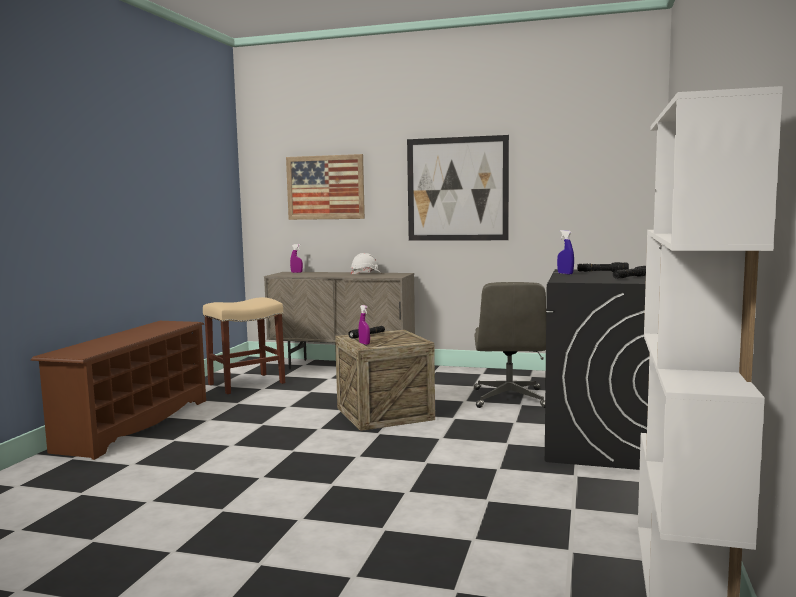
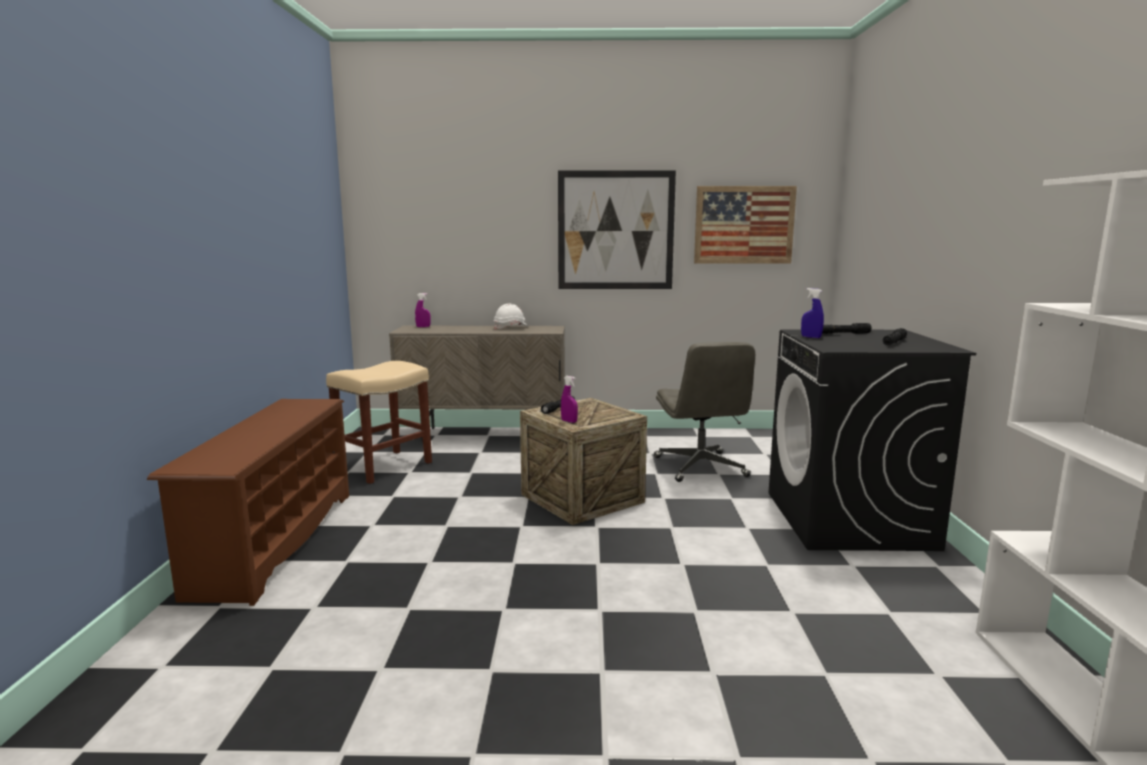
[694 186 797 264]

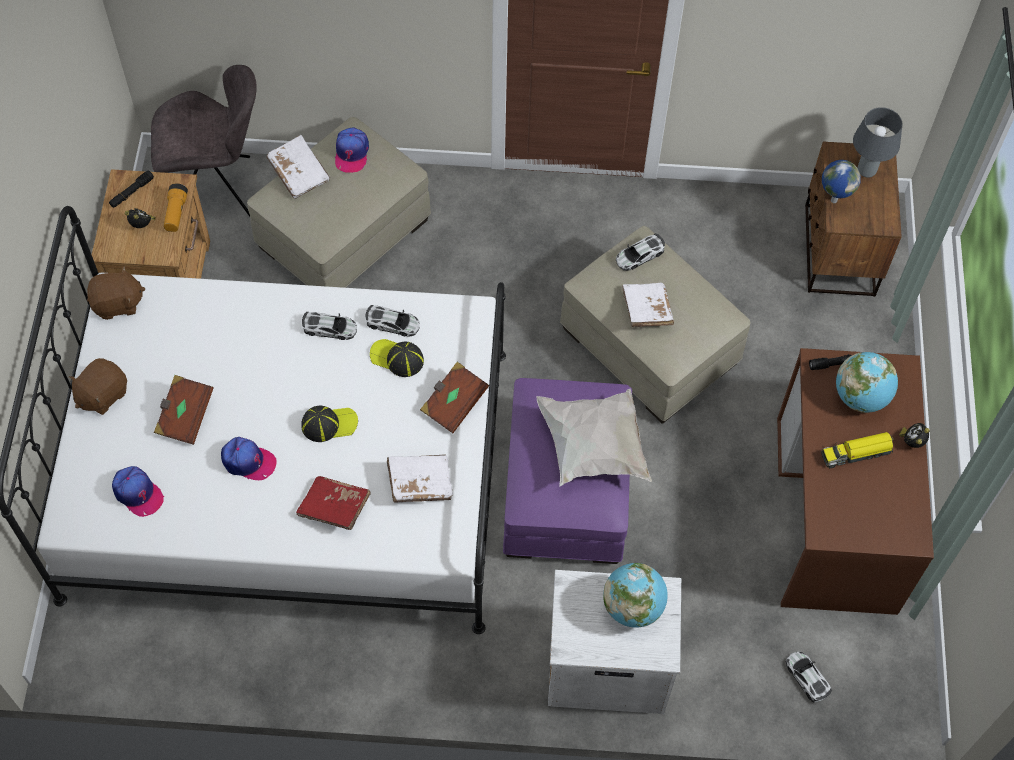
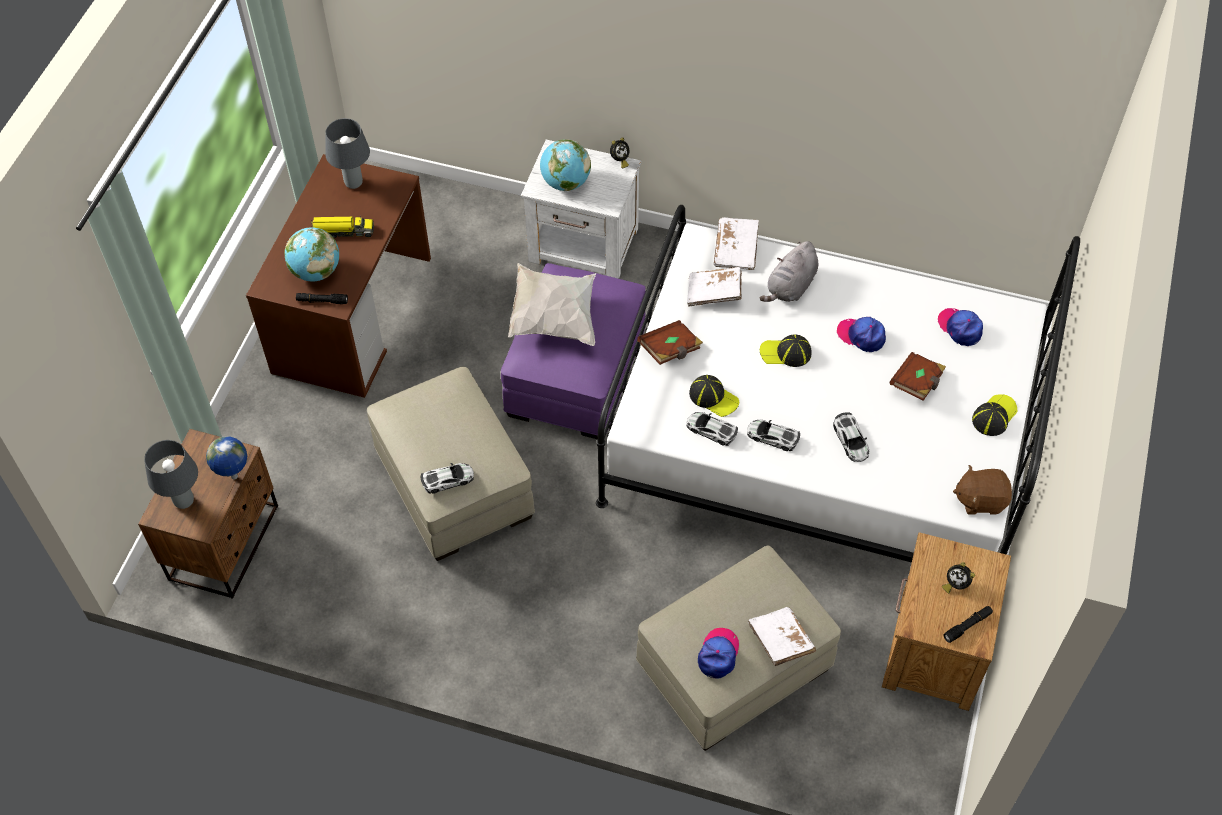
[151 65 257 217] (first image)
[164 183 188 232] (first image)
[714 217 759 270]
[972 394 1017 436]
[610 137 629 168]
[760 241 818 302]
[833 412 869 462]
[325 118 370 189]

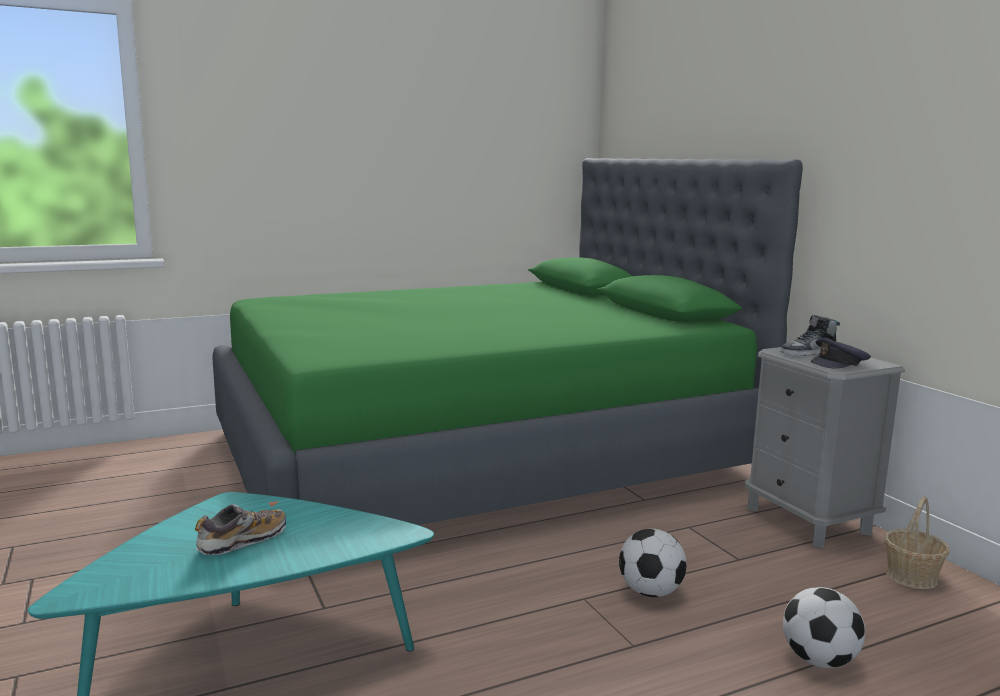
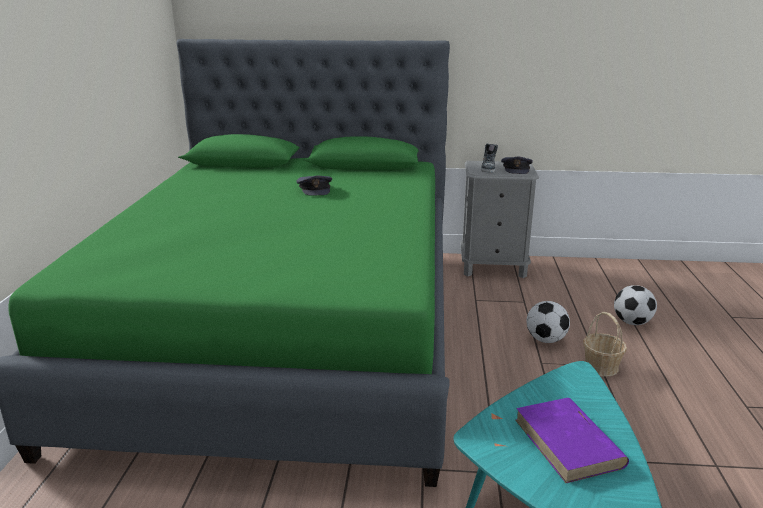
[583 312 627 377]
[515 398 629 483]
[297 175 332 196]

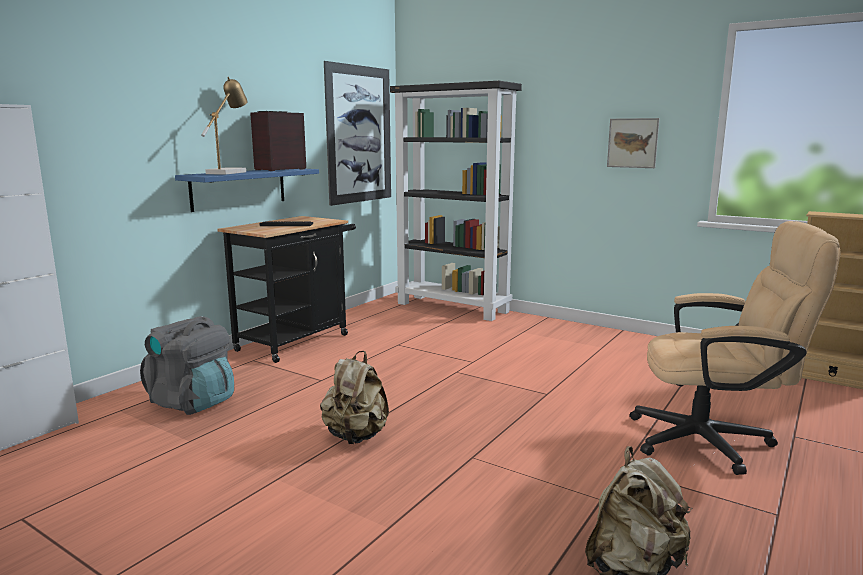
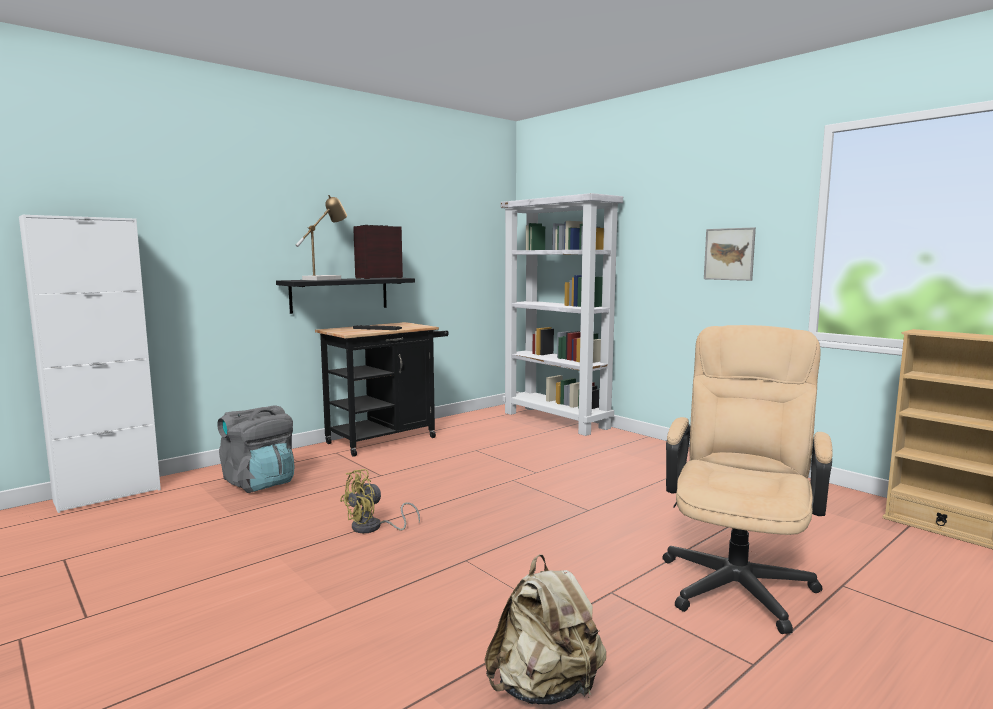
[324 61 391 206] (first image)
[501 193 623 436]
[276 278 415 314]
[662 325 833 634]
[340 469 420 533]

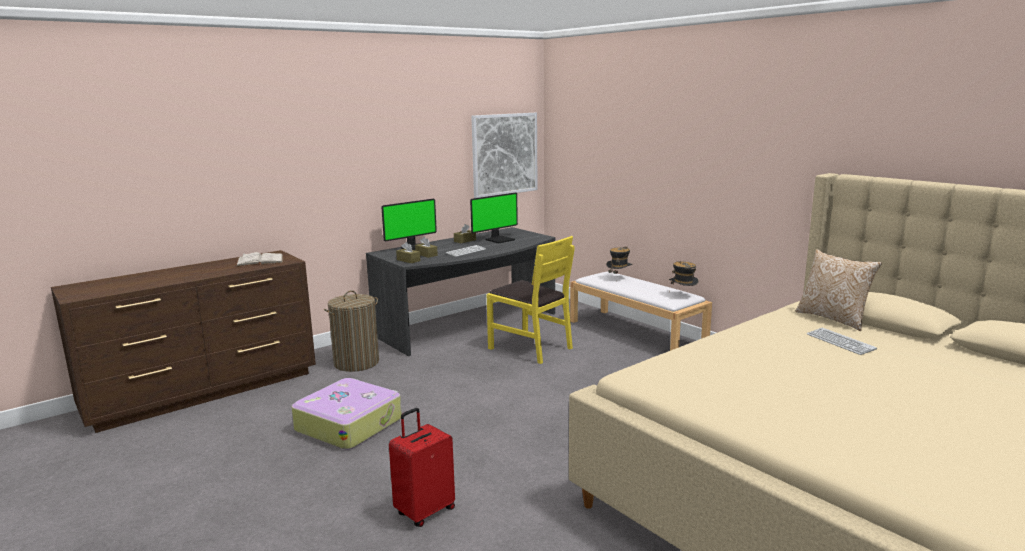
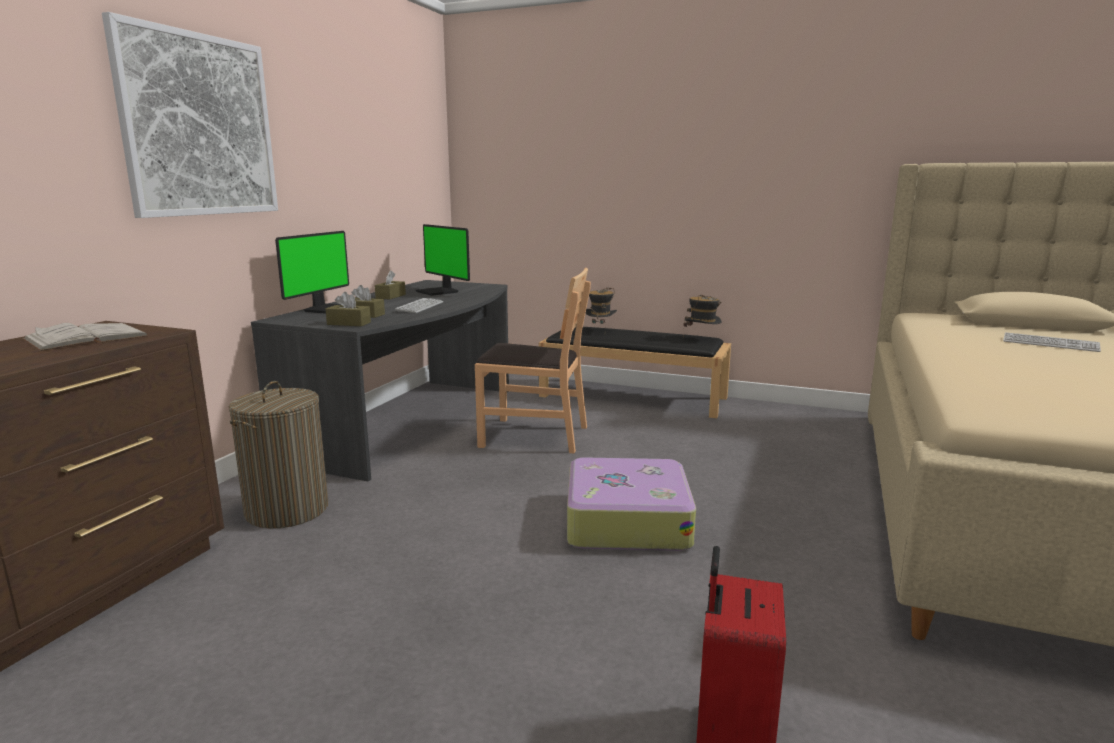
[102 12 278 218]
[416 224 470 296]
[475 268 591 454]
[796 249 882 331] (first image)
[539 327 731 418]
[567 457 696 551]

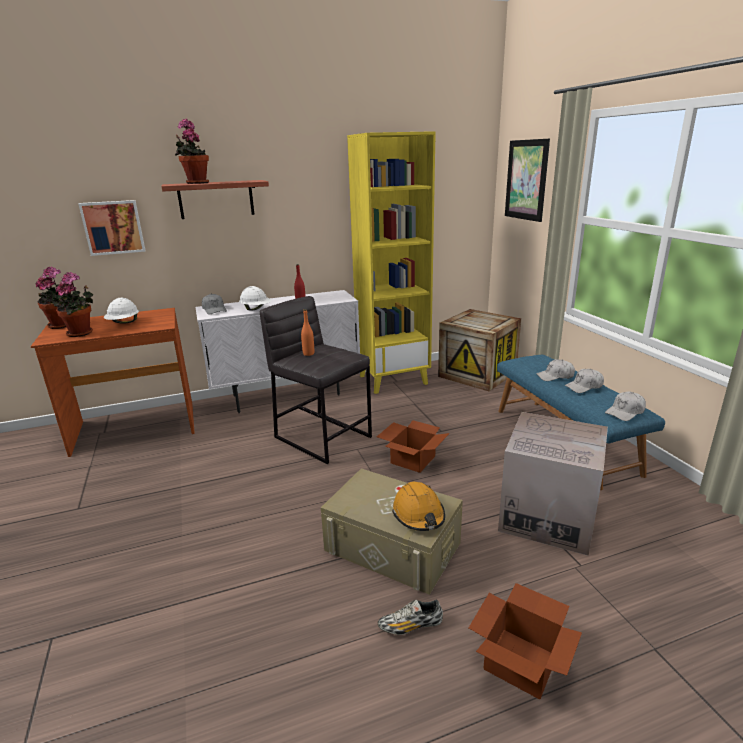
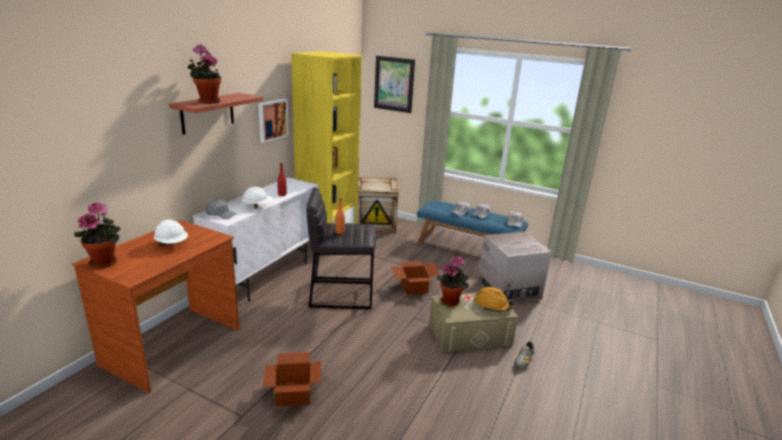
[258 99 289 143]
[437 255 469 307]
[263 352 321 407]

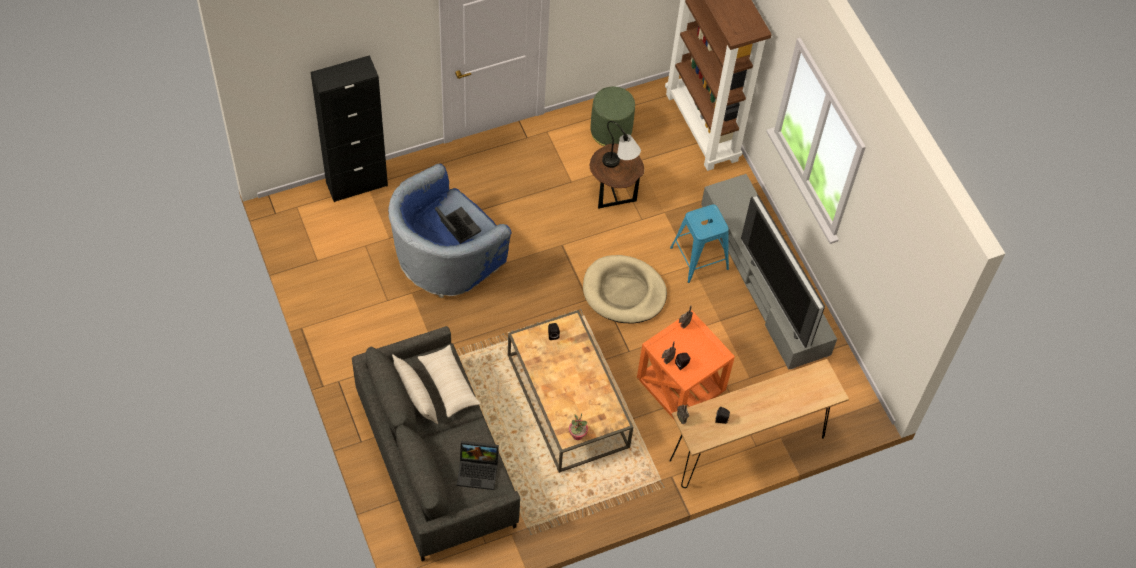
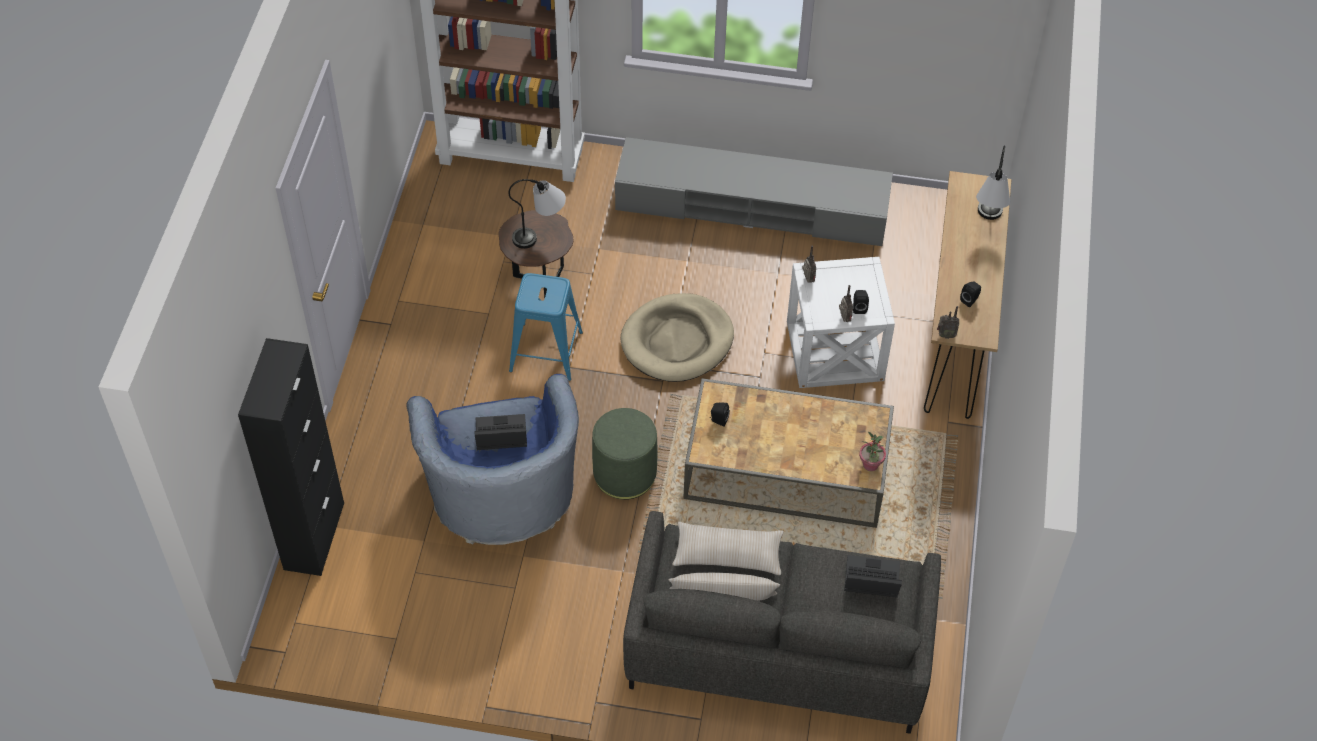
[592 408 657 500]
[741 195 825 348] (first image)
[509 273 583 381]
[787 257 895 388]
[844 555 902 597]
[976 145 1010 220]

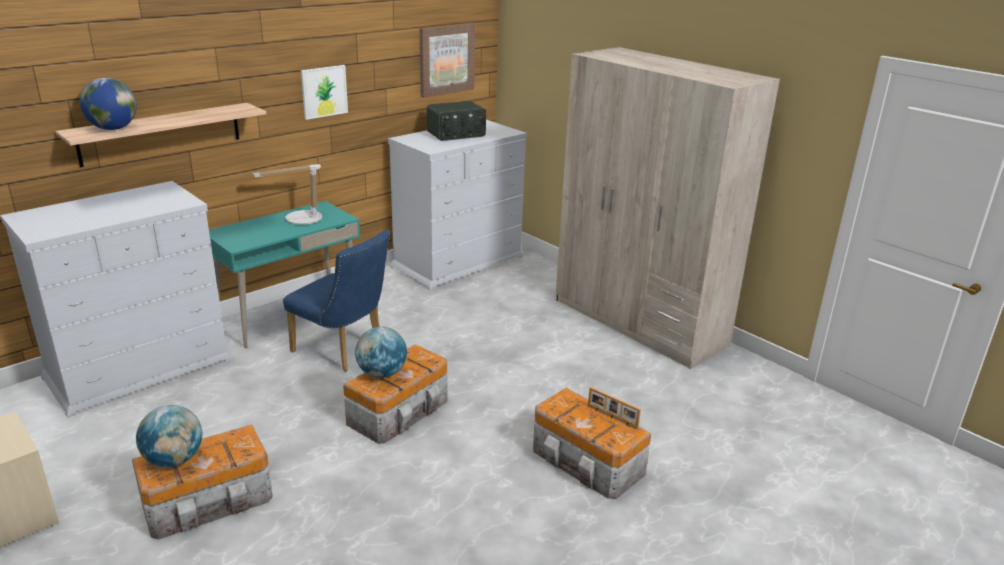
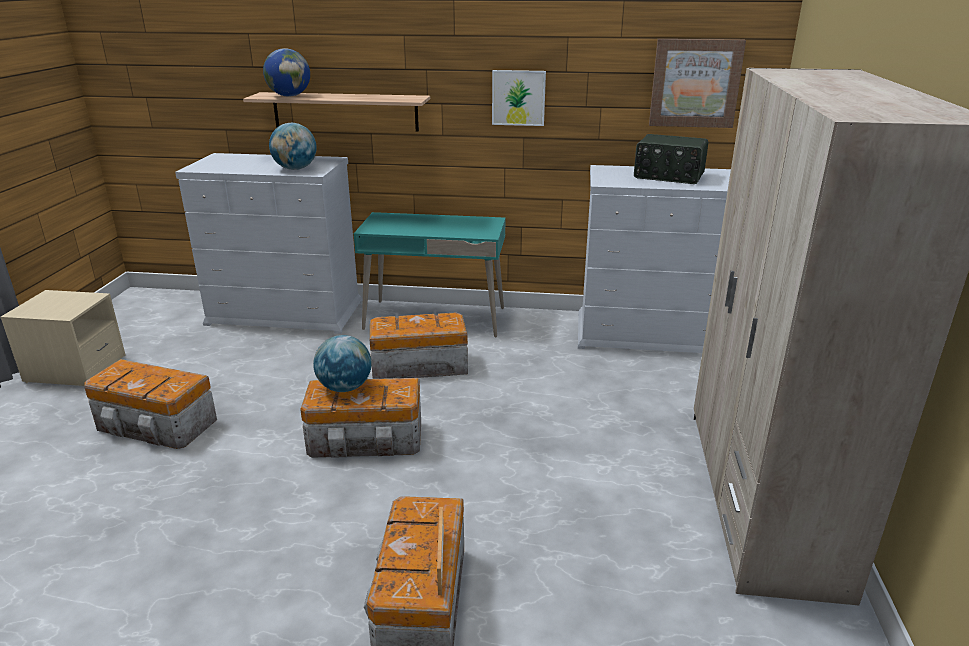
[251 164 322 225] (first image)
[370 312 468 379]
[269 123 317 170]

